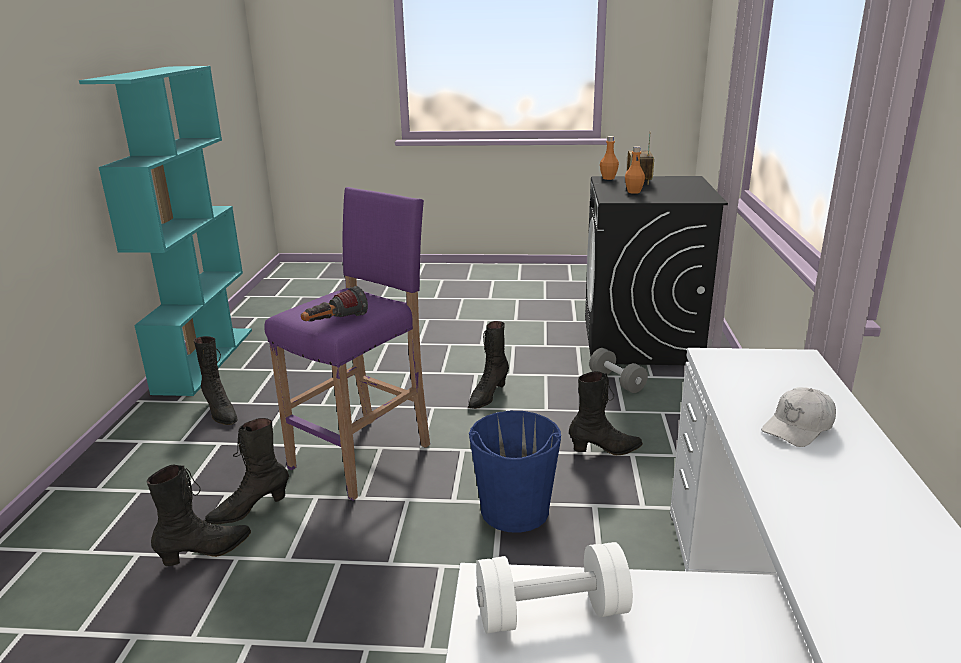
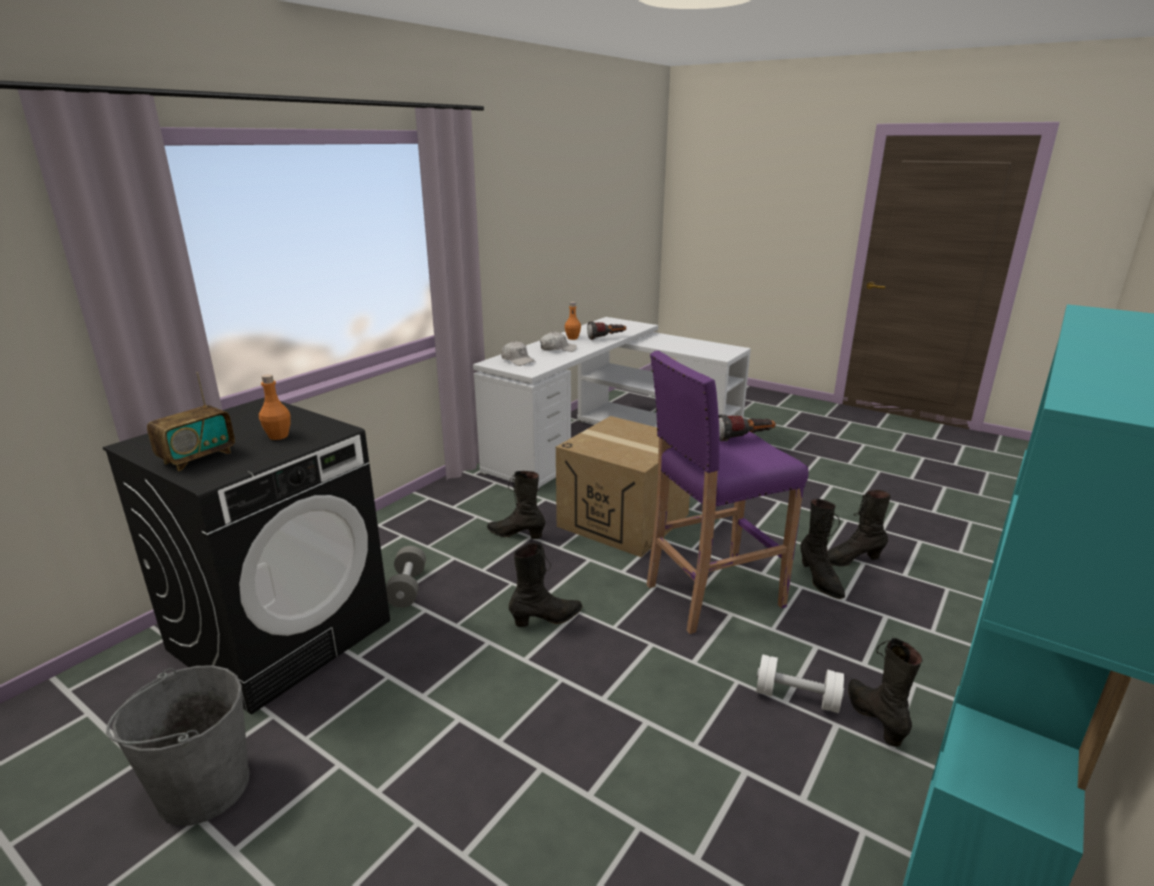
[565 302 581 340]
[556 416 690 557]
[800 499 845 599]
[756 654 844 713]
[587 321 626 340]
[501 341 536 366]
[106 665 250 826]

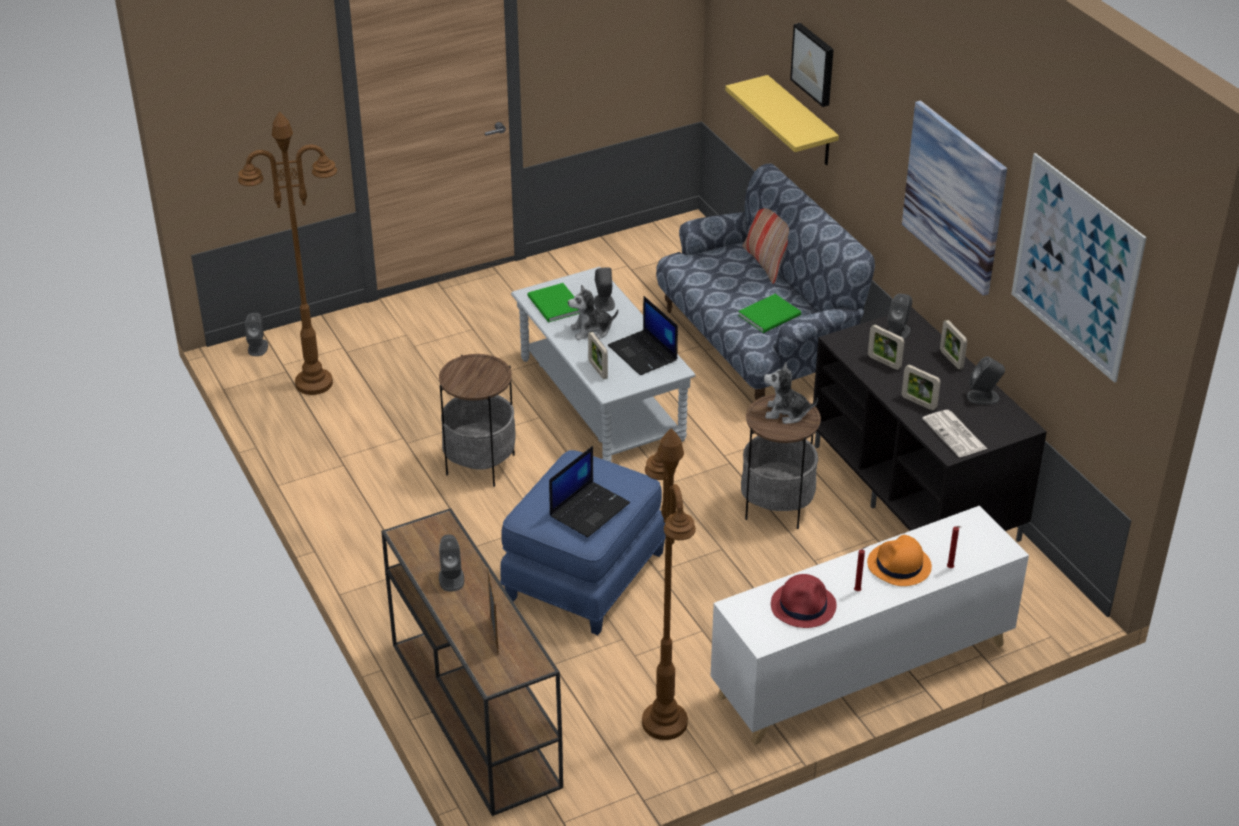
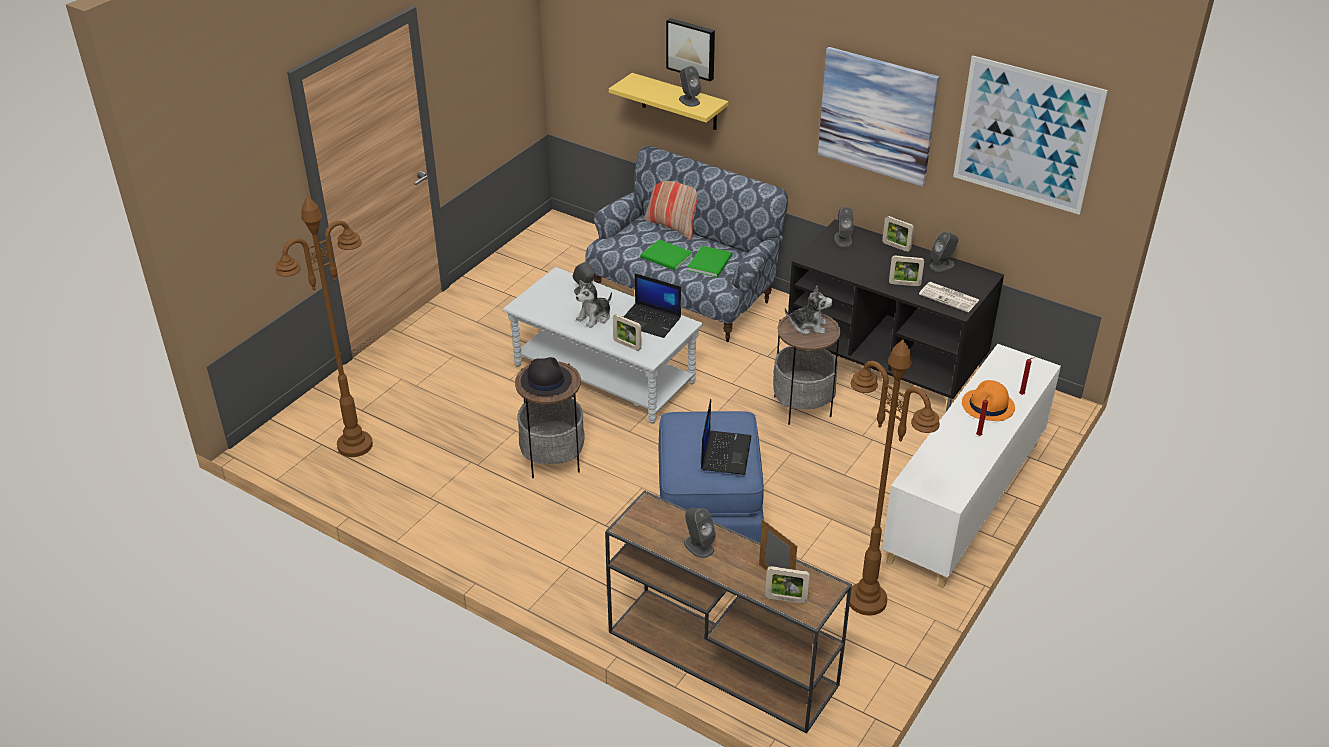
[641 240 693 270]
[679 66 701 107]
[765 566 810 604]
[785 285 832 335]
[771 574 837 628] (first image)
[520 357 572 396]

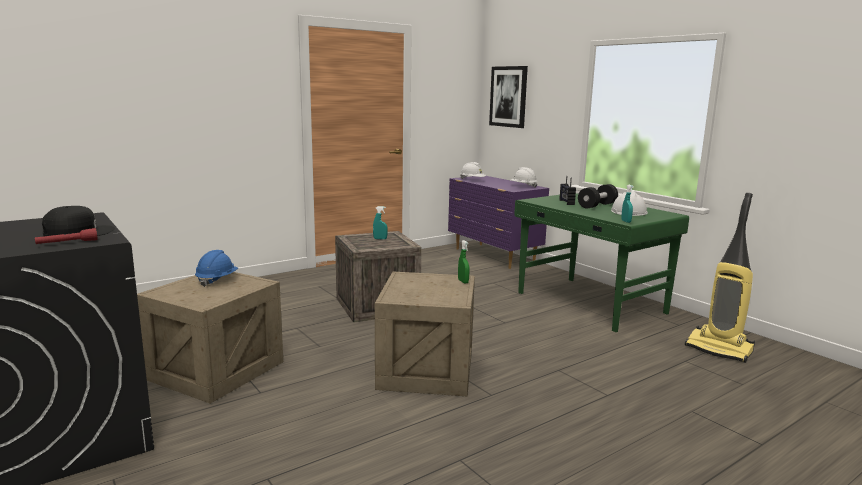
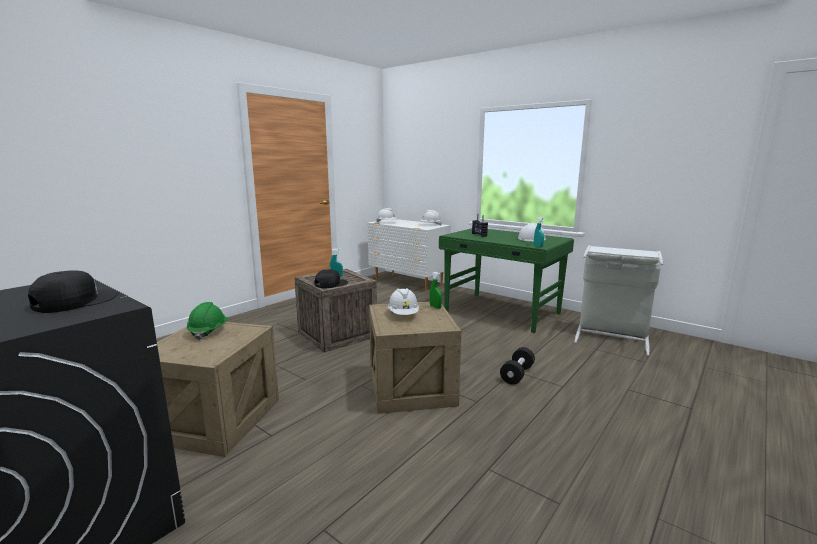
[489 66 528 128] (first image)
[367 219 451 291]
[500 347 535 385]
[574 245 664 356]
[35 228 97 244] (first image)
[187 302 228 340]
[315 270 348 288]
[388 288 419 315]

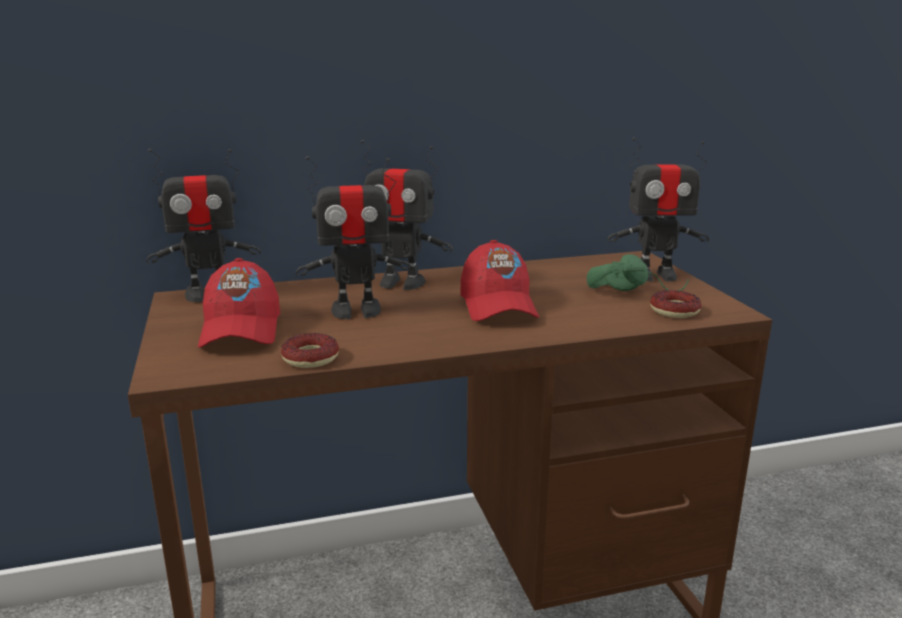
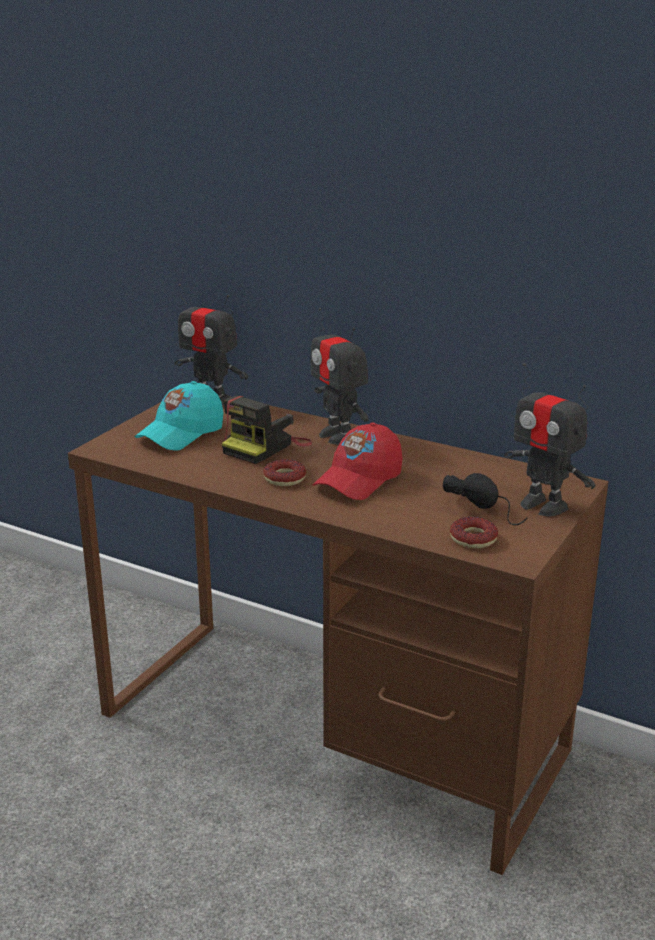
[222 396 312 464]
[443 473 528 525]
[135 381 224 451]
[263 459 306 486]

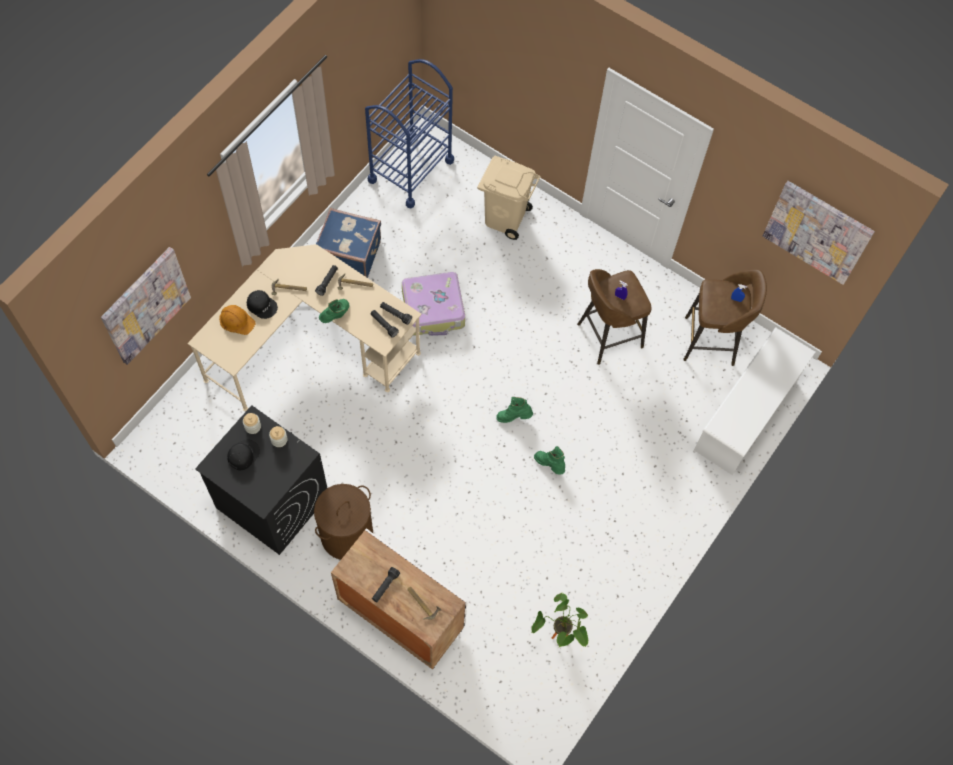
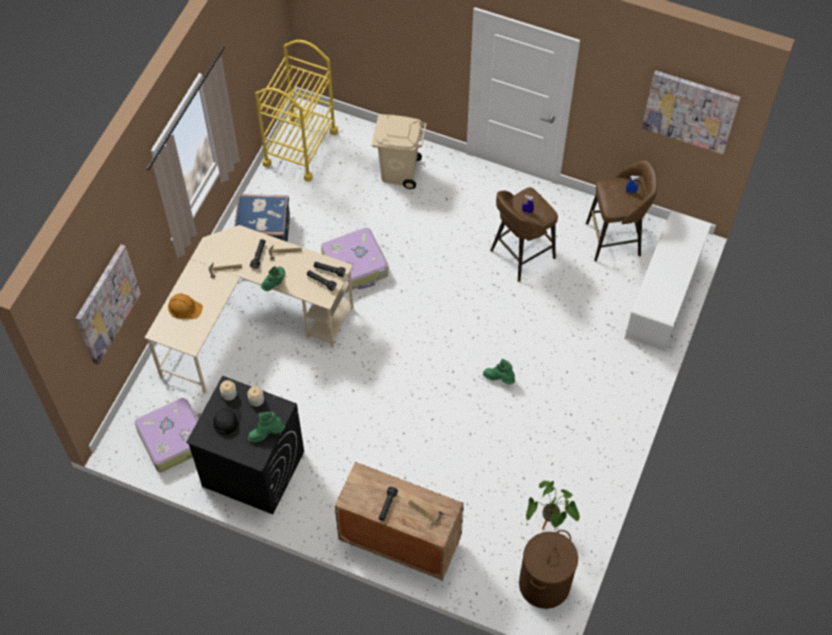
[255 40 338 182]
[247 290 278 319] (first image)
[248 412 285 442]
[519 530 578 609]
[134 398 201 472]

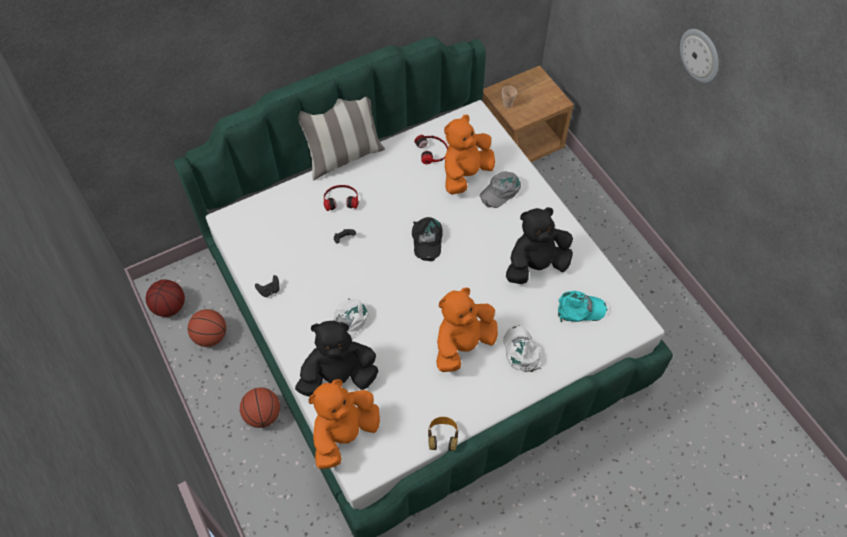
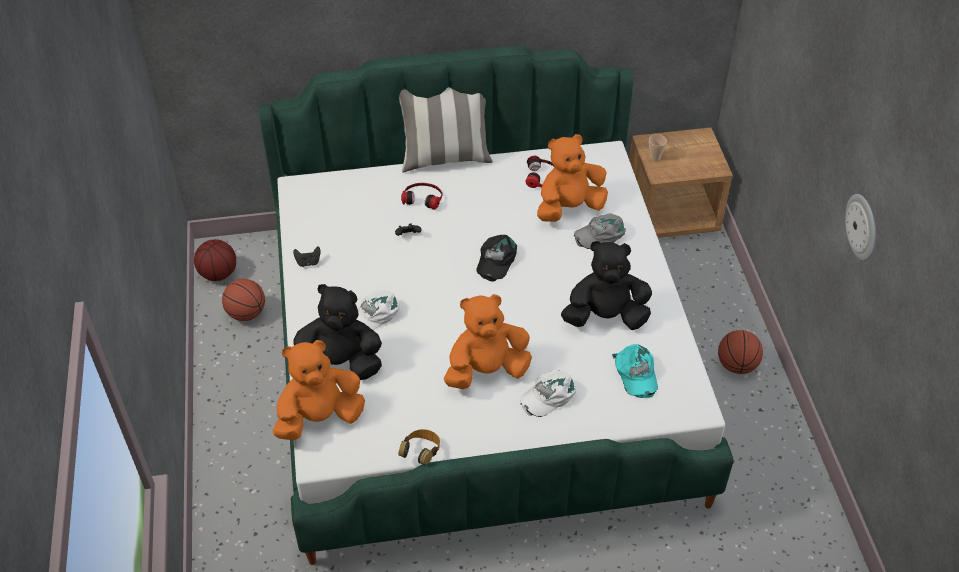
[845 194 876 260]
[612 344 658 398]
[520 370 576 417]
[718 330 763 374]

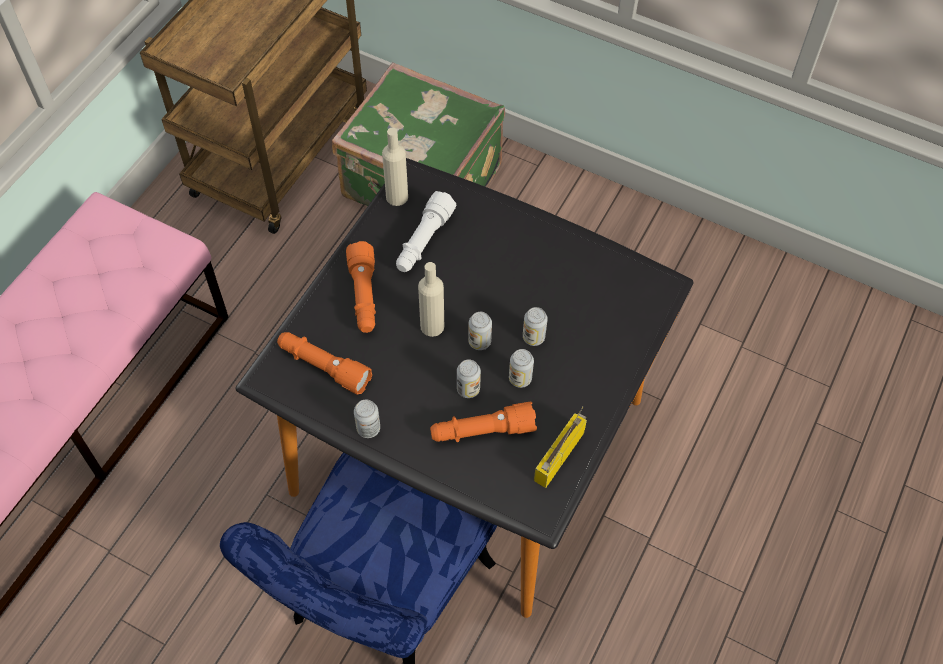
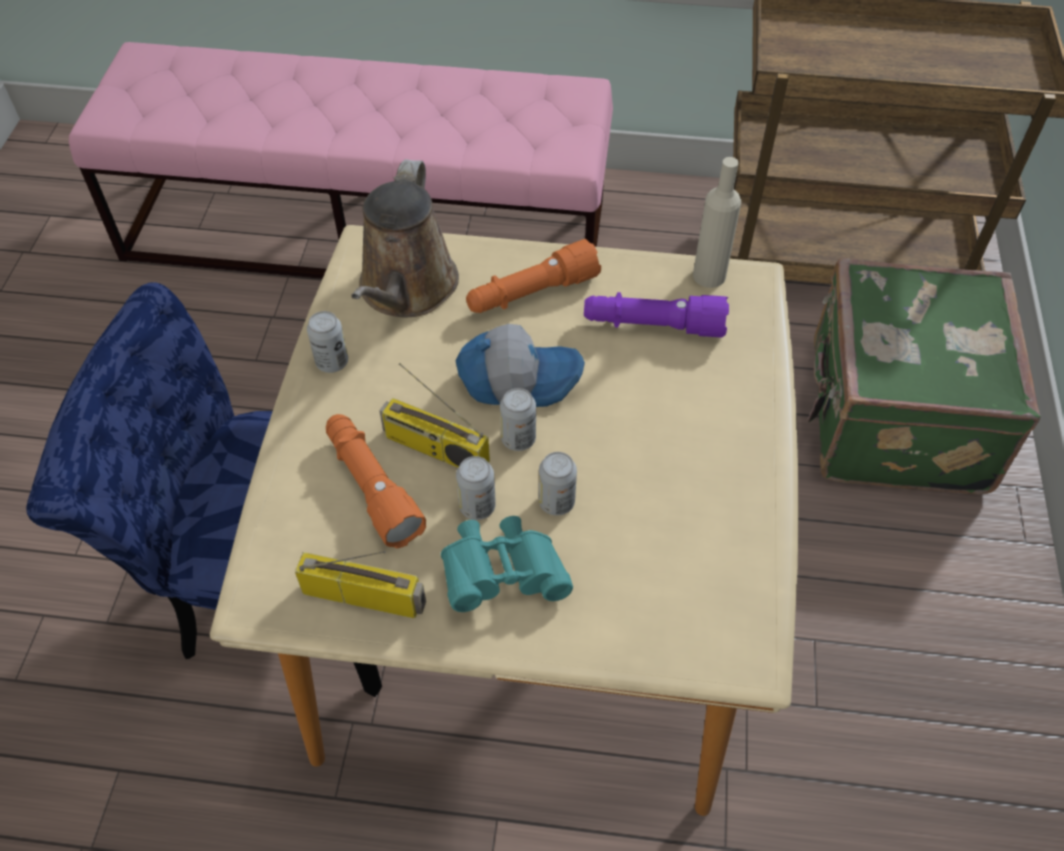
[210 225 799 816]
[584 292 729 338]
[456 324 585 407]
[351 159 459 317]
[379 363 490 468]
[441 516 573 612]

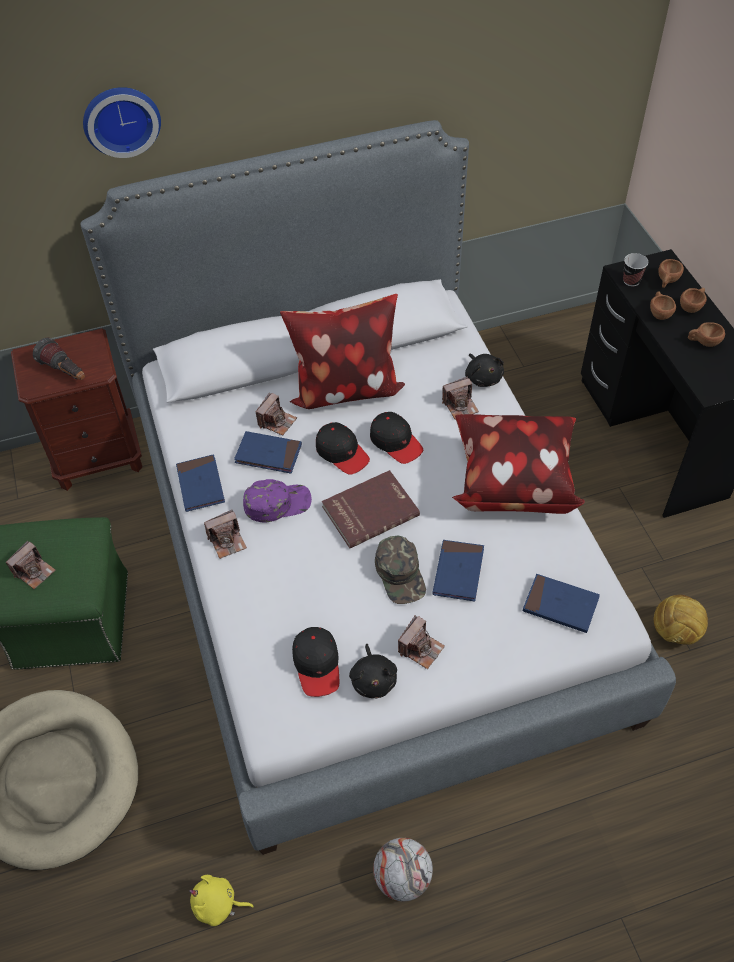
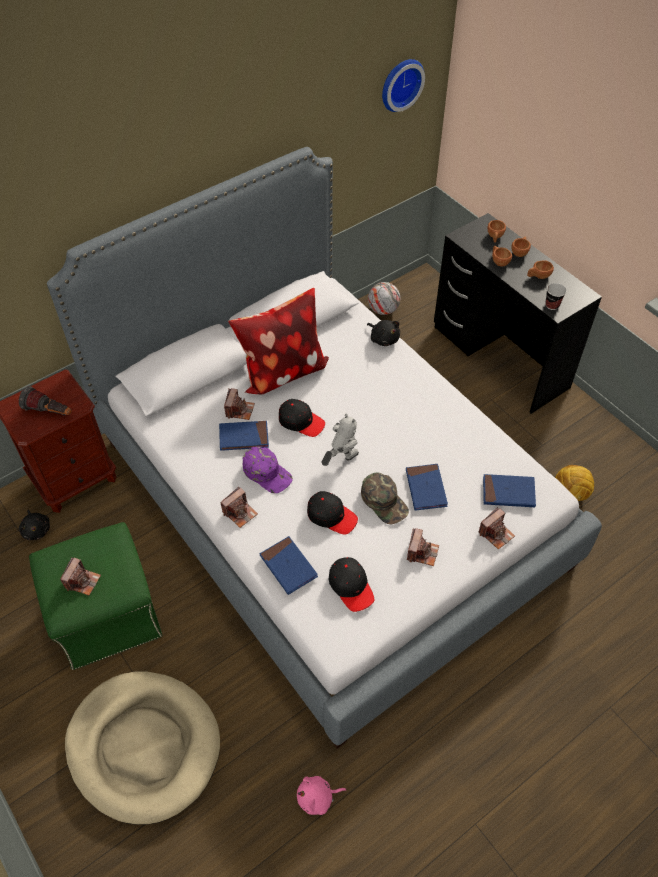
[382 59 425 112]
[545 283 567 310]
[479 507 515 550]
[307 491 358 535]
[452 414 585 514] (first image)
[260 536 318 595]
[322 414 359 466]
[243 447 293 493]
[19 510 50 540]
[368 282 400 315]
[297 776 347 815]

